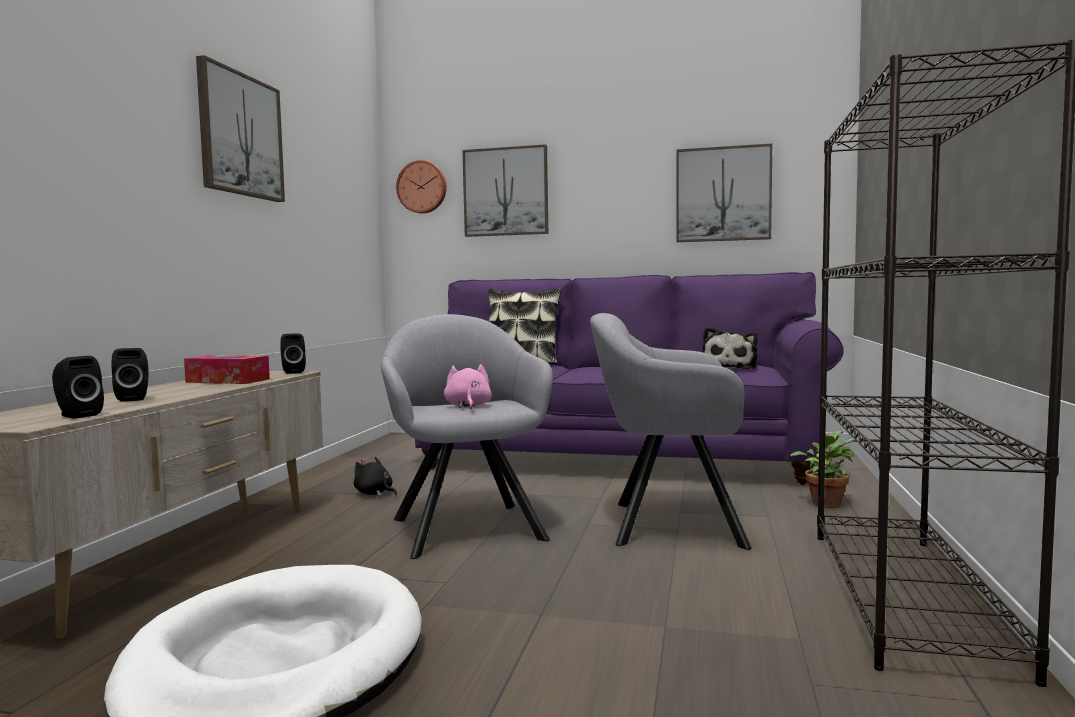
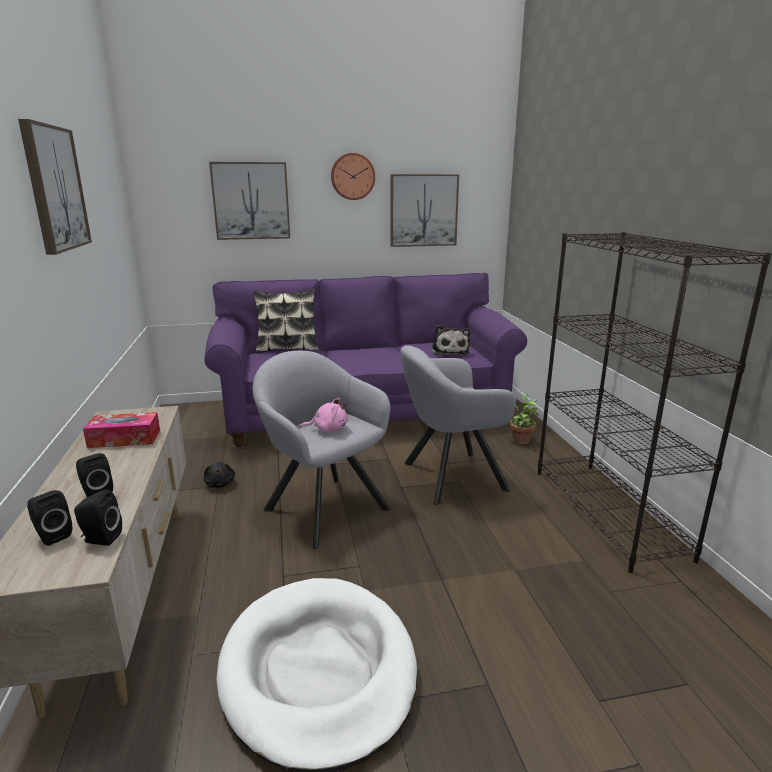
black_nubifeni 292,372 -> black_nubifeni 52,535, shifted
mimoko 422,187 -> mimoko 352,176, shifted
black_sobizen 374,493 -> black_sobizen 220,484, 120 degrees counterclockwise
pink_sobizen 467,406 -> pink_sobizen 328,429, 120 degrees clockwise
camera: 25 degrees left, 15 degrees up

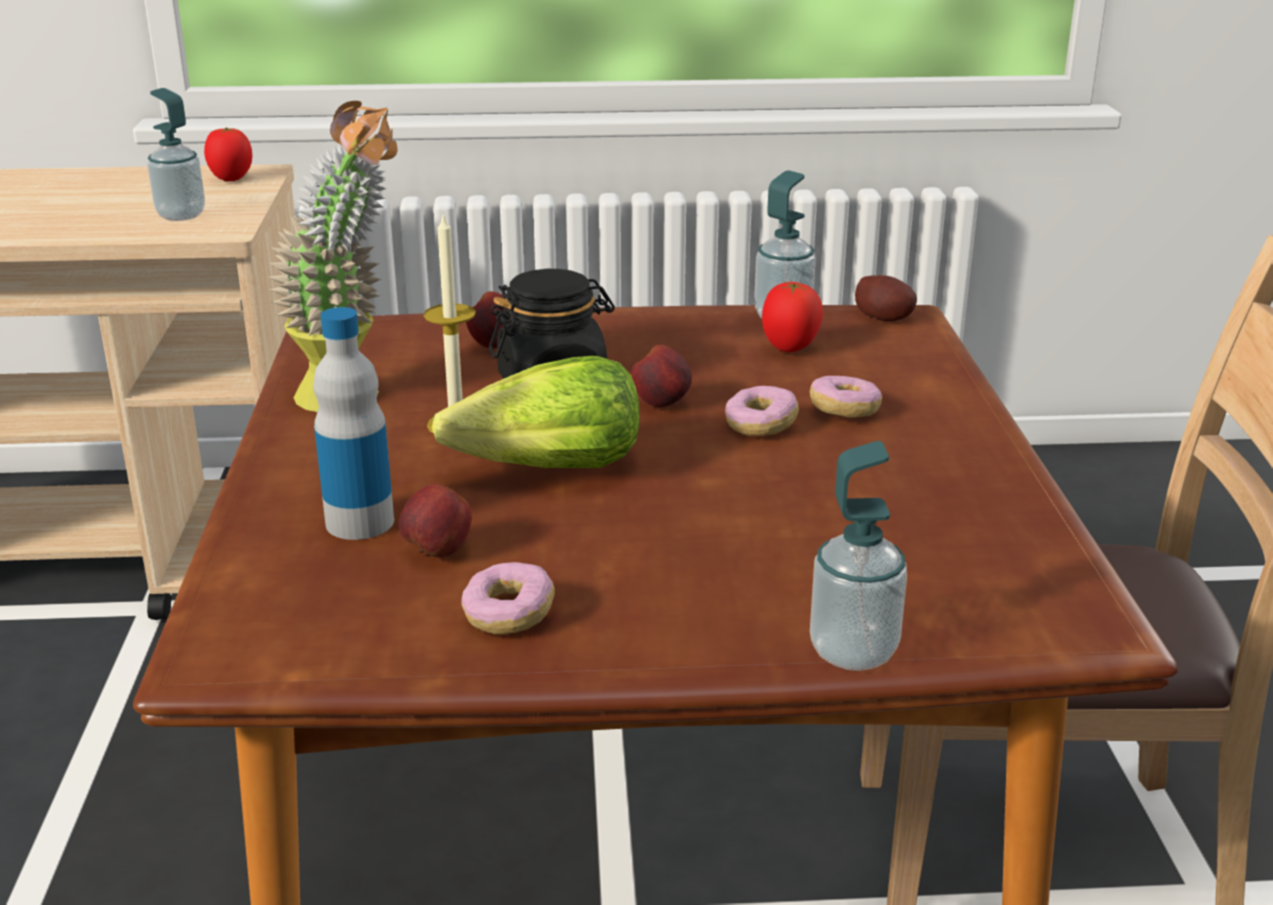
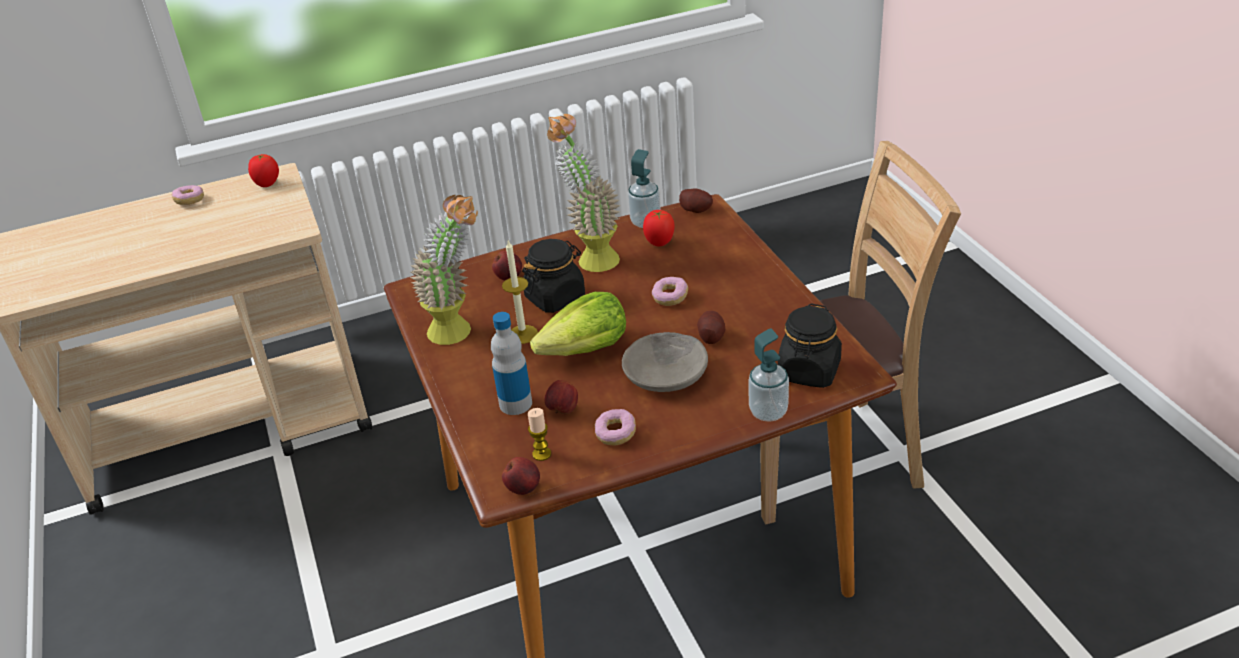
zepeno 181,215 -> none
none -> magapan 541,454
none -> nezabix 590,257
none -> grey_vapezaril 666,373
none -> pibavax 711,336
none -> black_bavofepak 809,371
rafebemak 662,404 -> rafebemak 523,488, shifted
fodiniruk 844,411 -> fodiniruk 190,201, shifted
camera: 15 degrees left, 10 degrees up

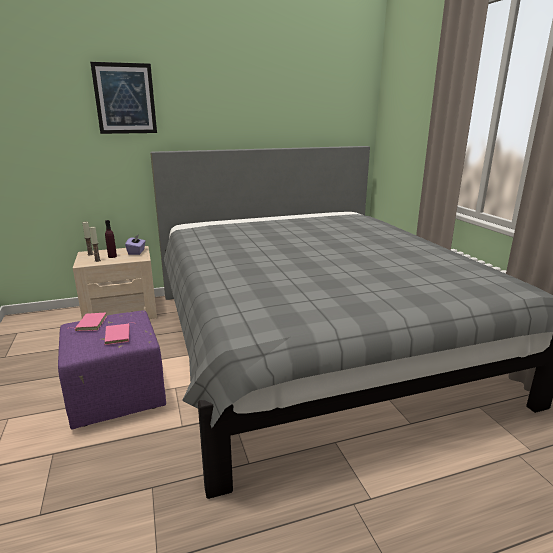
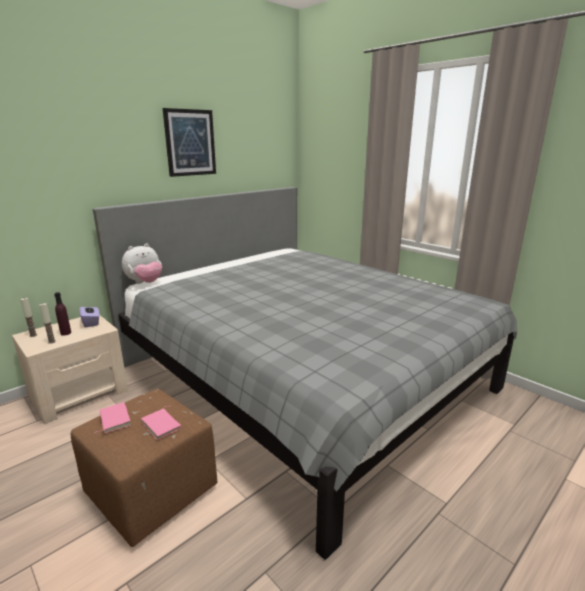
none -> sobizen 145,283
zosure 125,99 -> zosure 190,143, shifted
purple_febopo 118,397 -> brown_febopo 153,491
camera: 25 degrees left, 0 degrees up

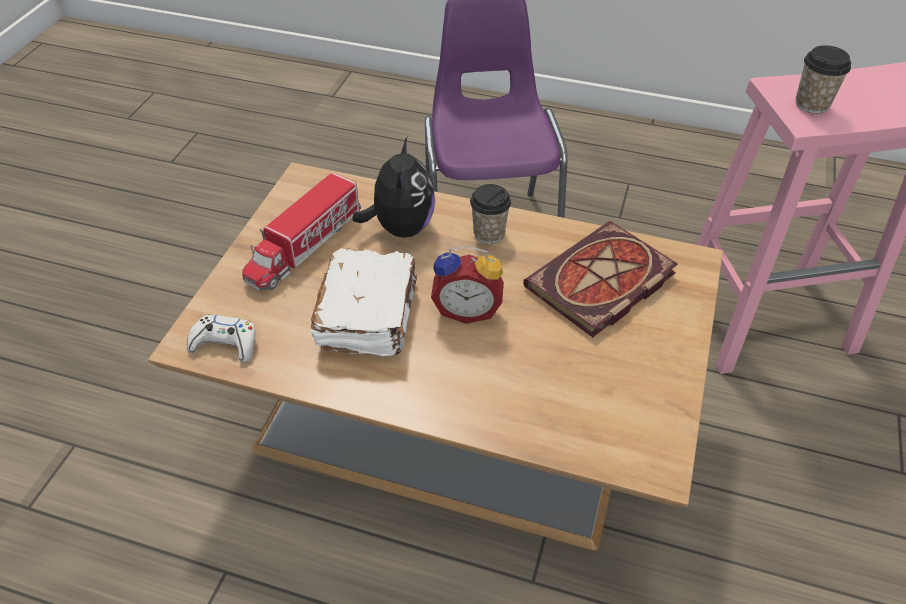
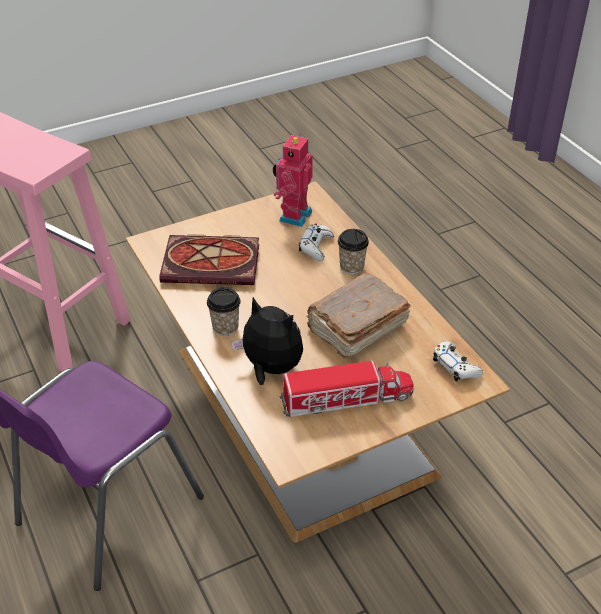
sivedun 467,309 -> none
none -> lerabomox 293,215
none -> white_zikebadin 316,246
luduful 812,104 -> luduful 351,267, shifted
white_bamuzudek 369,316 -> brown_bamuzudek 356,328
sobizen 401,227 -> sobizen 270,368, 75 degrees clockwise
camera: 135 degrees left, 5 degrees down

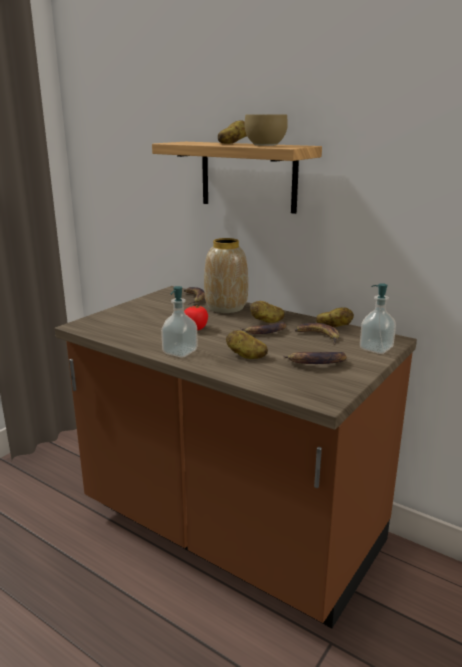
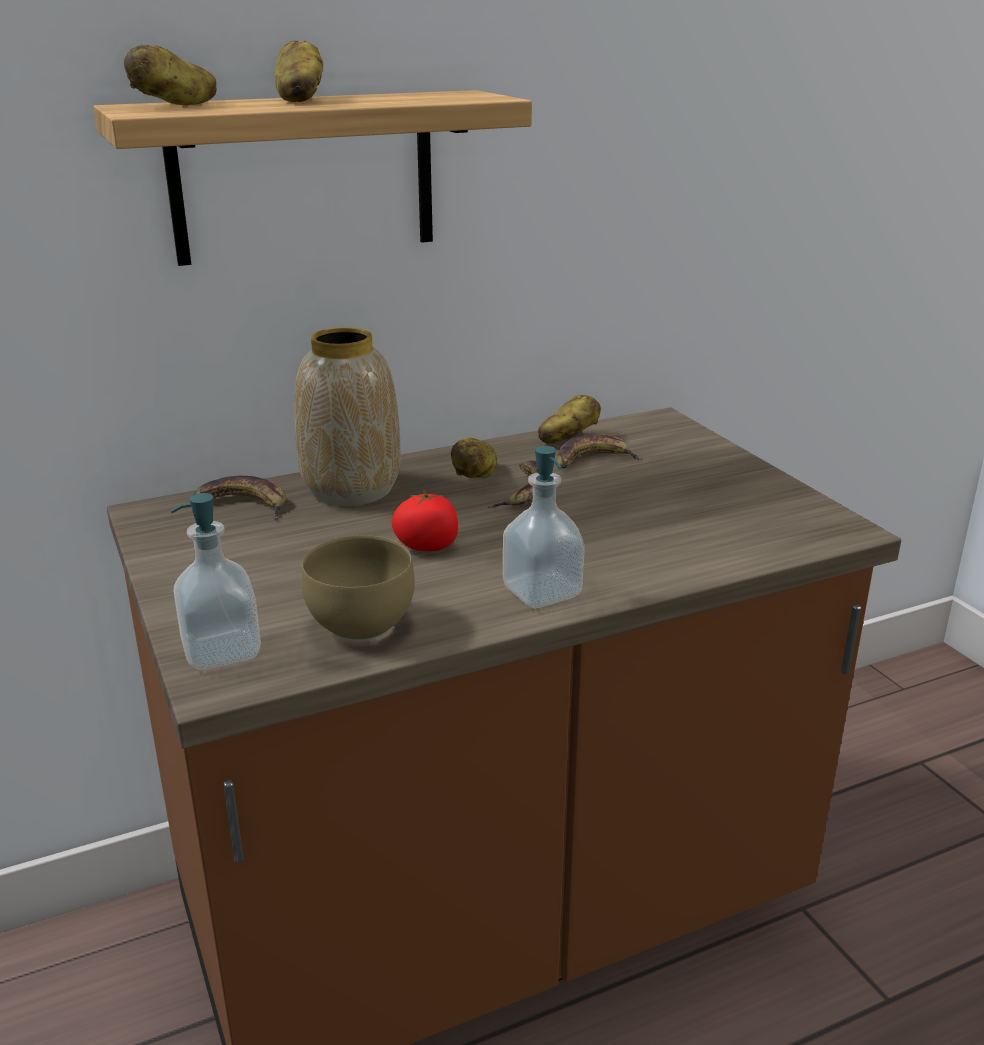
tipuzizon 315,363 -> none
pibavax 246,356 -> pibavax 175,105, shifted
brown_vapezaril 266,145 -> brown_vapezaril 365,625, shifted
zepeno 376,348 -> zepeno 221,651, shifted
camera: 60 degrees left, 5 degrees up

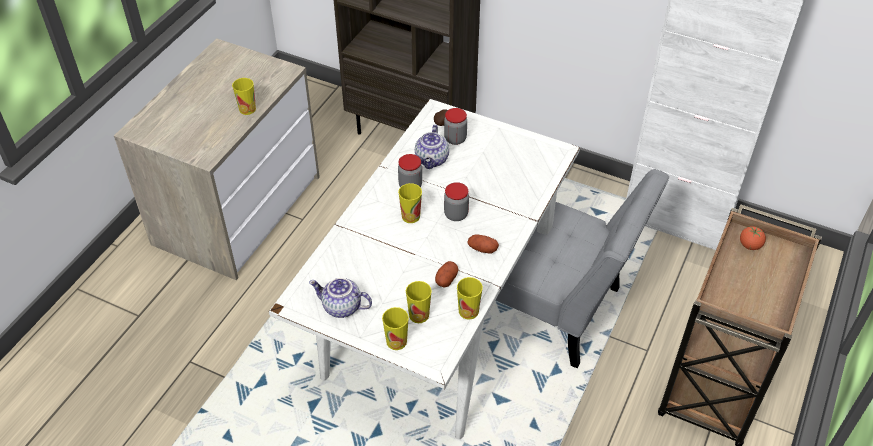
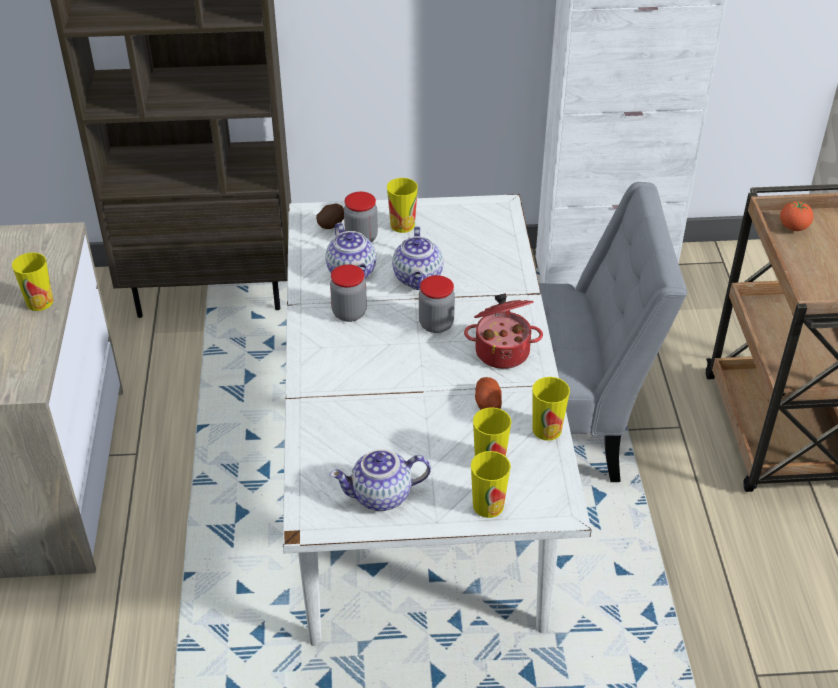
none -> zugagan 418,279
luduful 410,216 -> luduful 402,225, shifted
pibavax 482,249 -> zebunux 502,350
camera: 30 degrees left, 5 degrees down

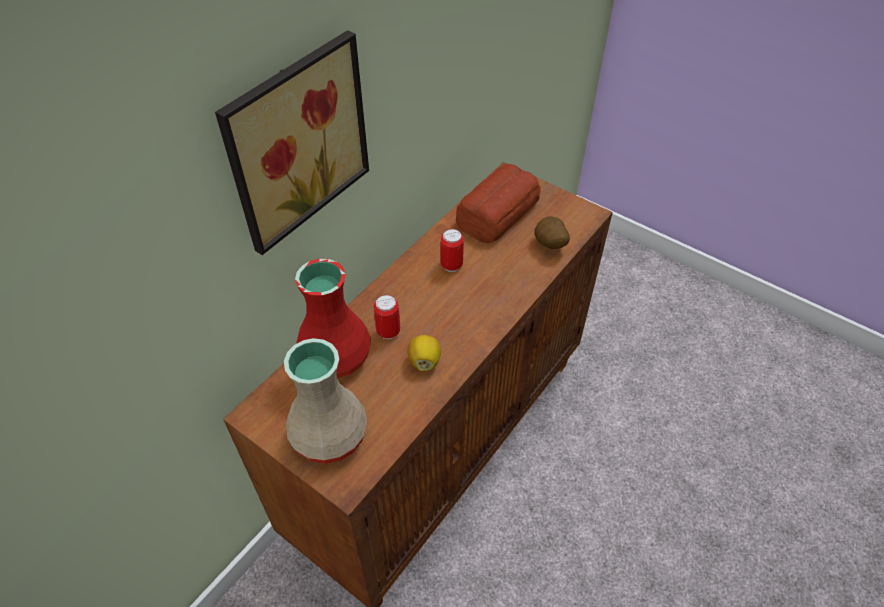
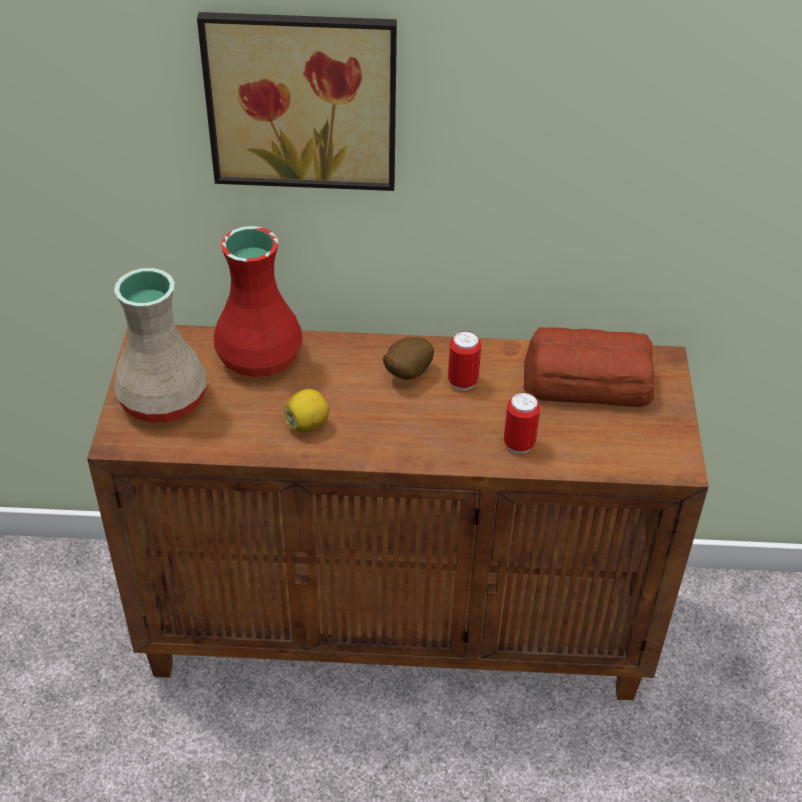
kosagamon 388,331 -> kosagamon 519,444, shifted
pibavax 549,245 -> pibavax 406,374, shifted
camera: 55 degrees right, 5 degrees down

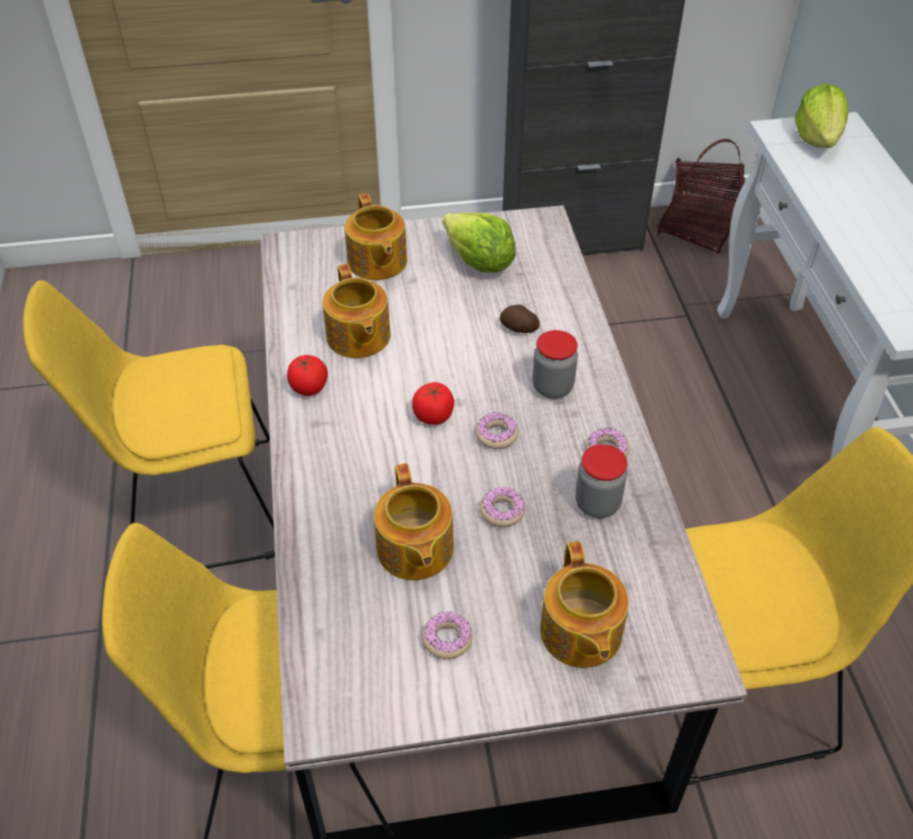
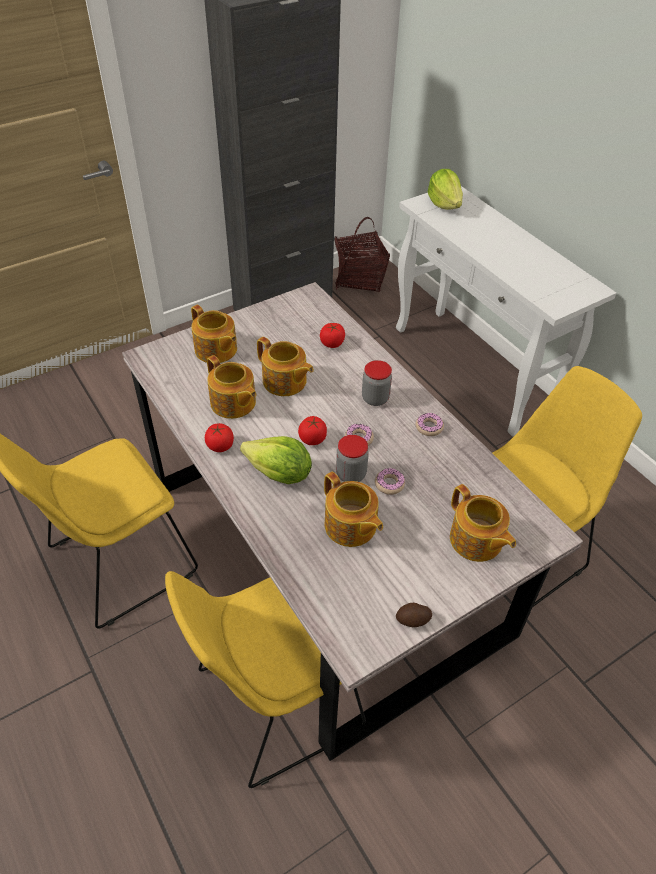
fodiniruk 447,639 -> none
none -> zugagan 285,382
none -> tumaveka 332,343
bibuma 479,263 -> bibuma 279,474, shifted
pibavax 518,328 -> pibavax 413,620, shifted
bavofepak 597,503 -> bavofepak 351,474, shifted
camera: 25 degrees left, 0 degrees up

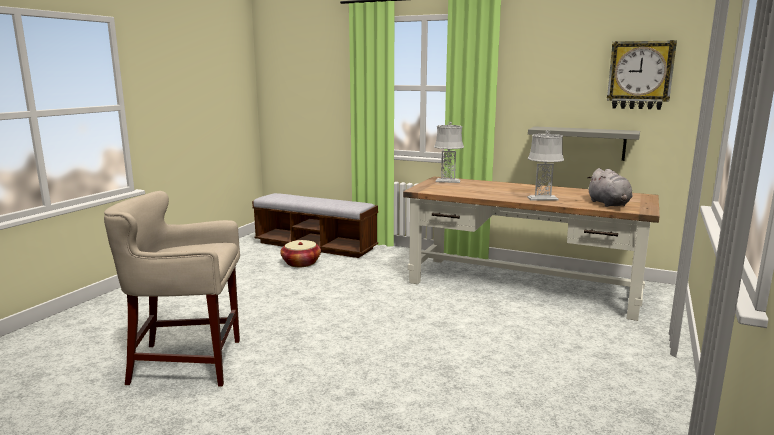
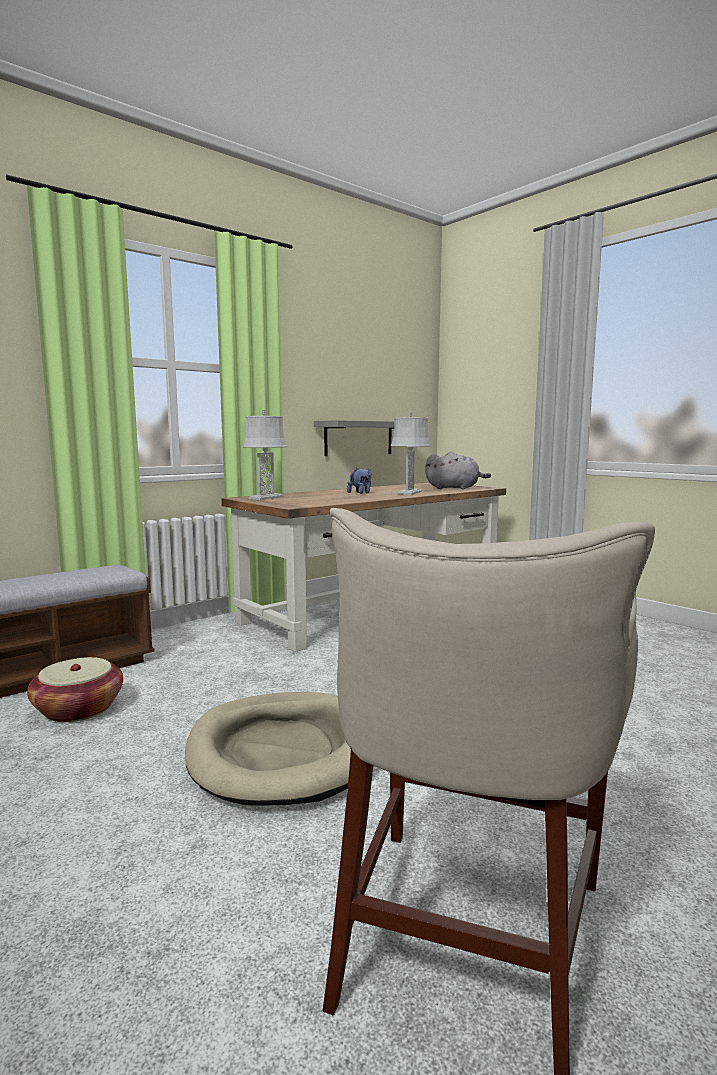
mimoko 640,75 -> none
none -> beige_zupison 282,752
none -> sobizen 360,493
camera: 65 degrees left, 5 degrees down

